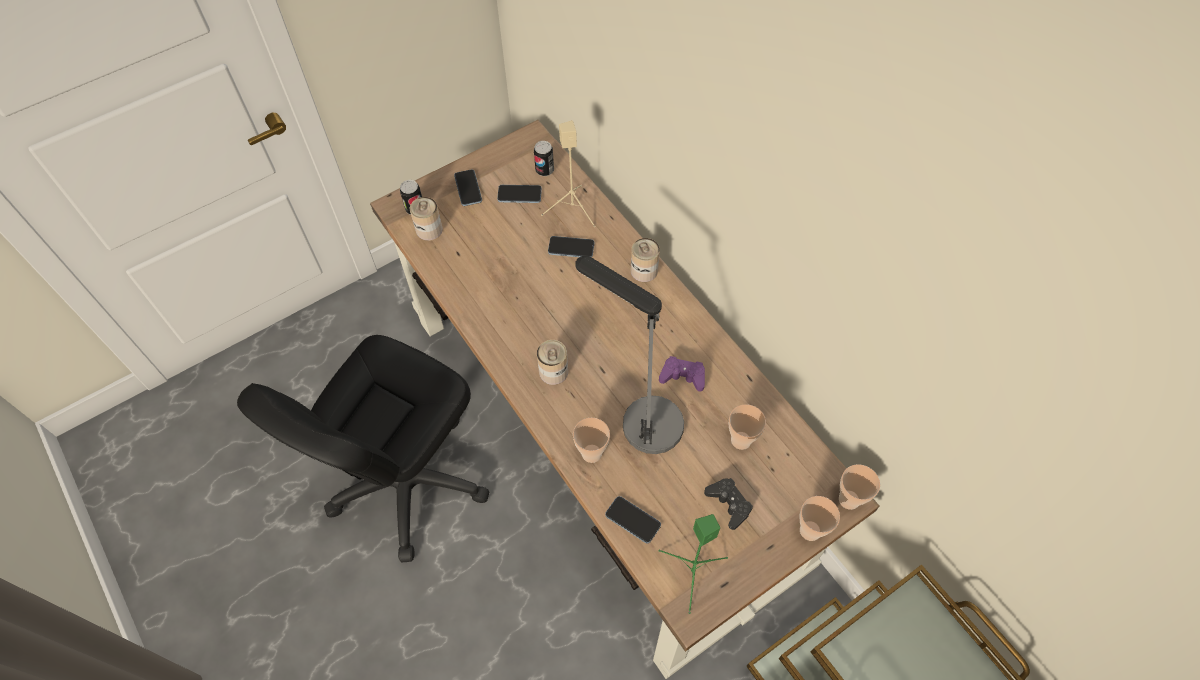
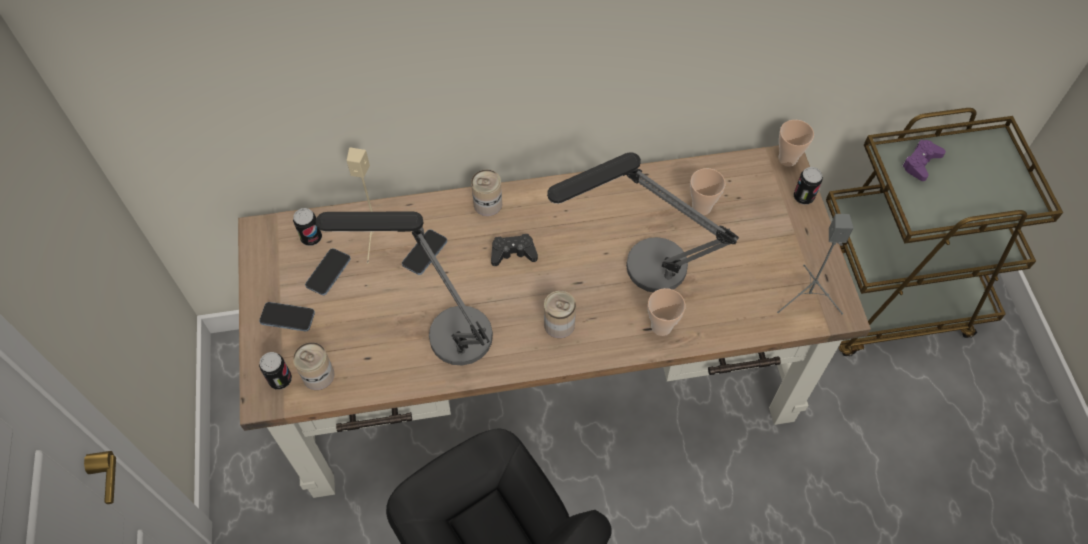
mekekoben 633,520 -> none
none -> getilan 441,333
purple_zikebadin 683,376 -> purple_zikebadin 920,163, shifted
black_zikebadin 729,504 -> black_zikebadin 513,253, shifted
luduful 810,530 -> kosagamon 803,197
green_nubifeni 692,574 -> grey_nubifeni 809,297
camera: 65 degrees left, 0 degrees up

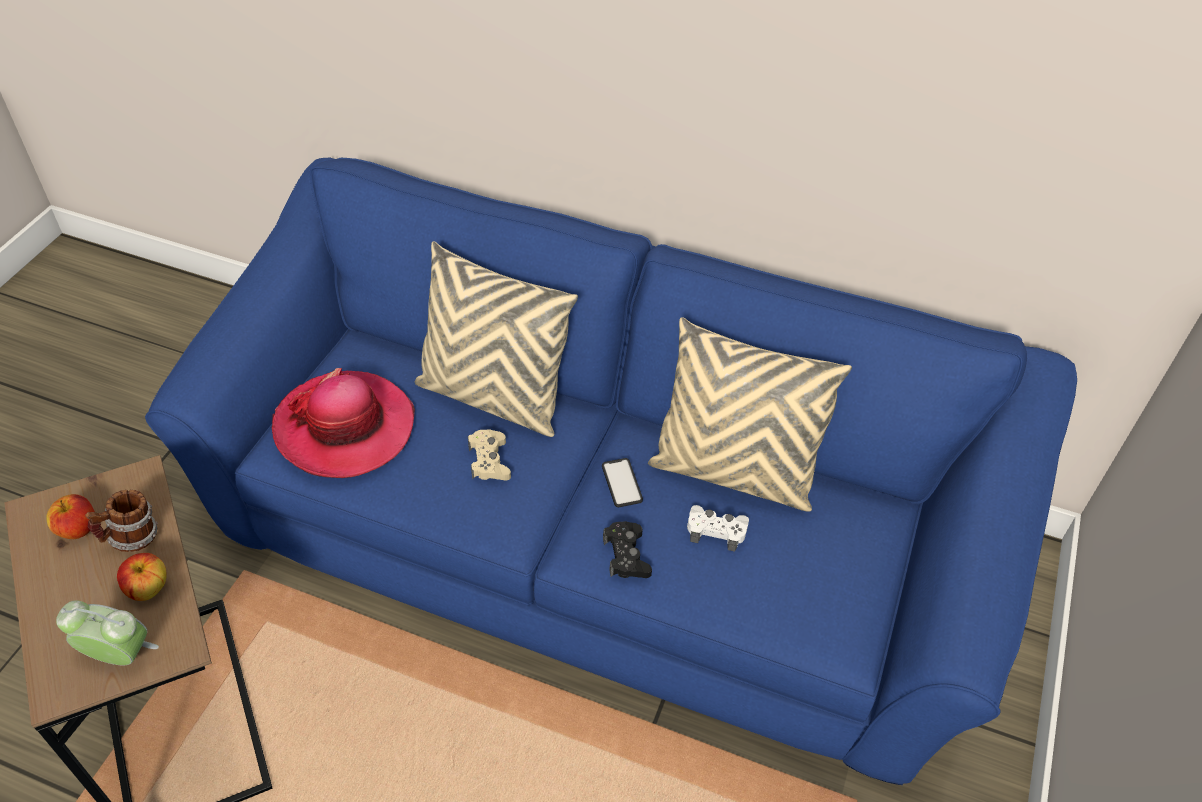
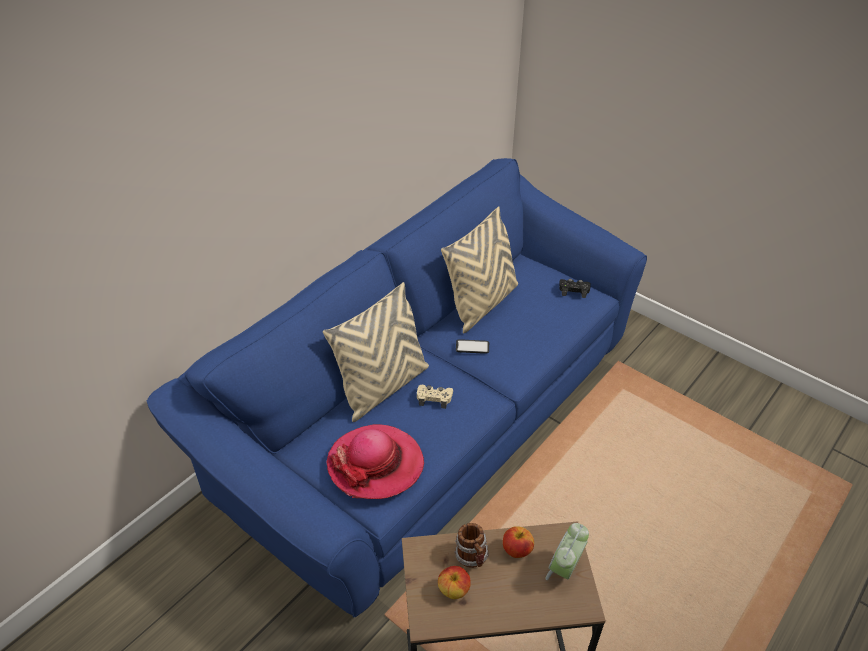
white_zikebadin 716,531 -> none
black_zikebadin 626,556 -> black_zikebadin 574,290, shifted
camera: 70 degrees left, 5 degrees down

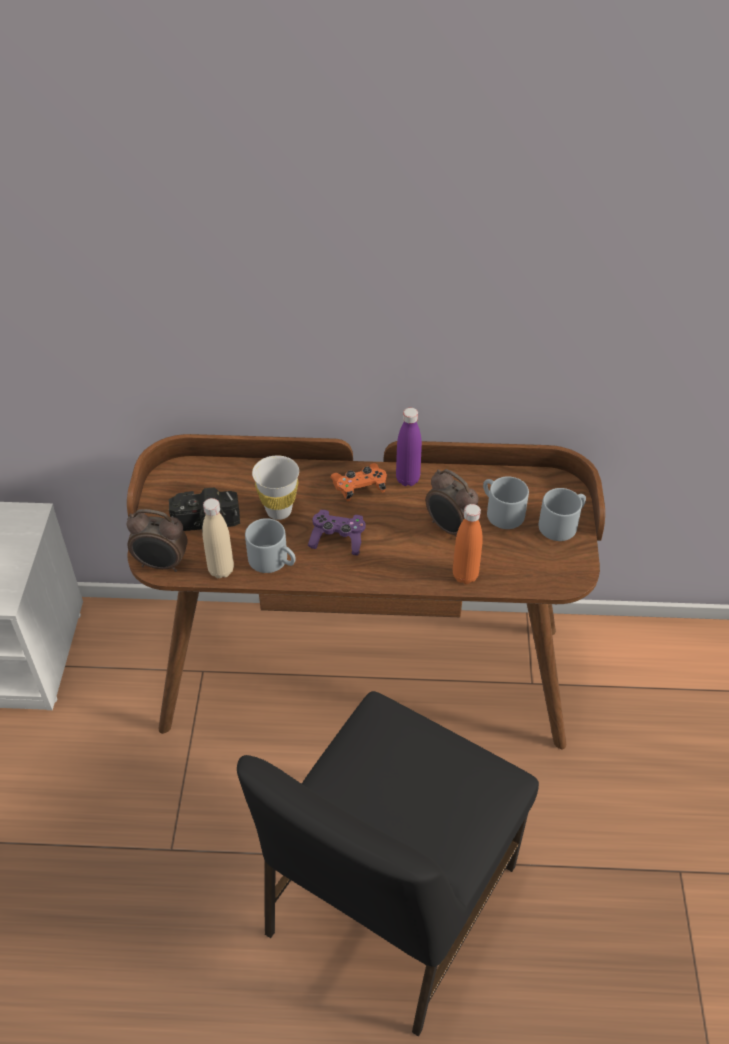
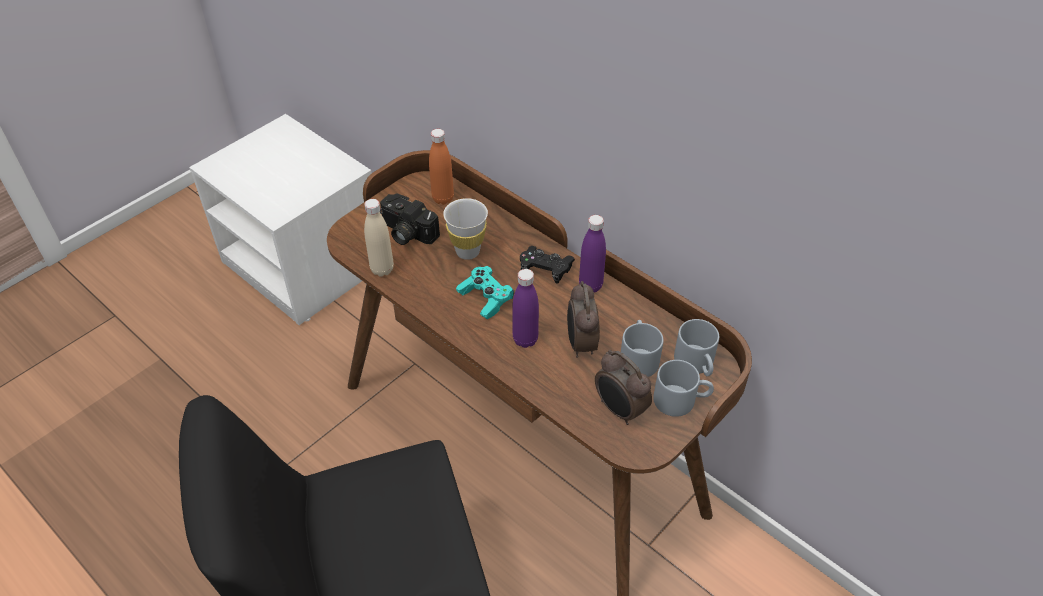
none -> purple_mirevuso 525,339
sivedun 162,564 -> sivedun 619,410, shifted
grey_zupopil 274,560 -> grey_zupopil 697,364, shifted
orange_mirevuso 465,576 -> orange_mirevuso 443,198, shifted
purple_zikebadin 337,539 -> turquoise_zikebadin 486,298
orange_zikebadin 359,488 -> black_zikebadin 545,270
camera: 40 degrees right, 0 degrees up

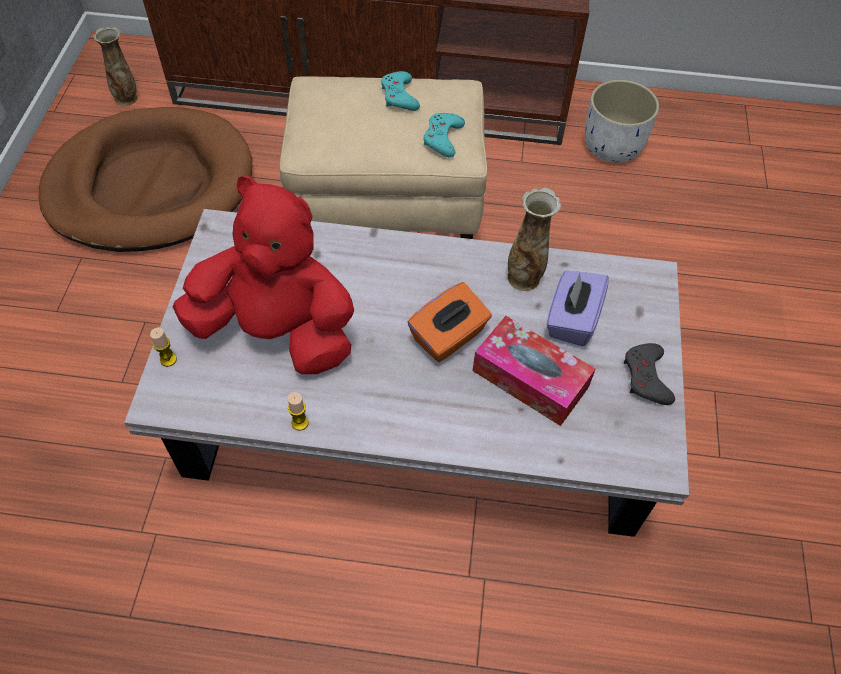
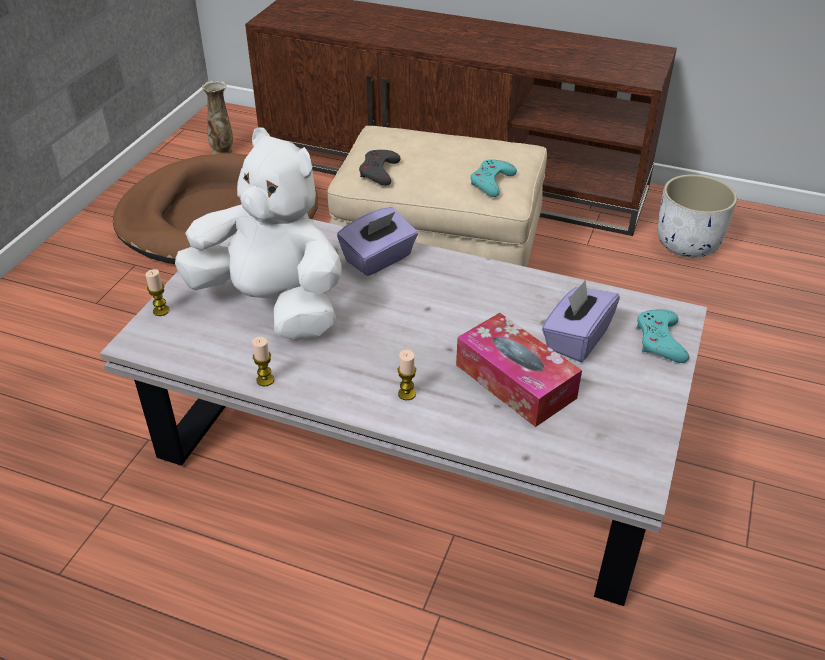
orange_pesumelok 449,337 -> none
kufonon 524,277 -> none
none -> purple_pesumelok 379,259
none -> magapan 407,394
turquoise_zikebadin 399,96 -> turquoise_zikebadin 660,340, shifted
grey_zikebadin 646,377 -> grey_zikebadin 379,172, shifted
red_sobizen 278,332 -> white_sobizen 272,304
camera: 15 degrees right, 15 degrees down

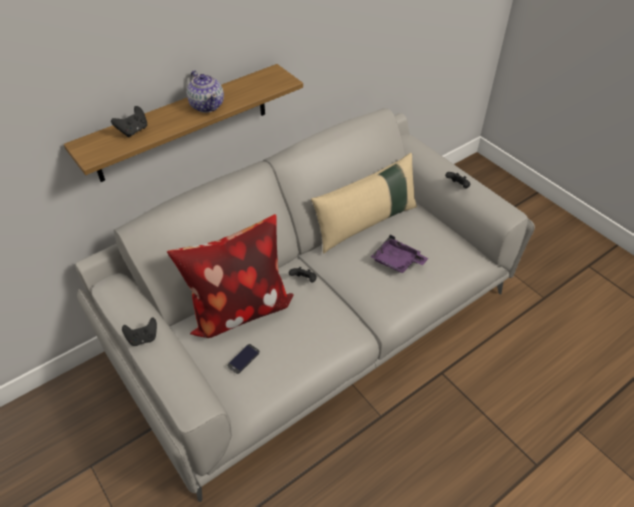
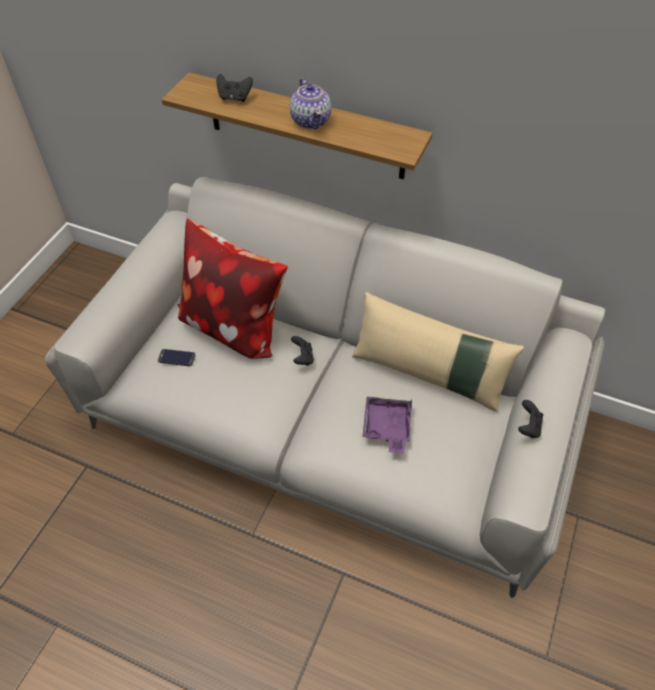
black_zikebadin 143,338 -> none
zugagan 207,105 -> zugagan 311,120, 45 degrees counterclockwise
camera: 60 degrees right, 5 degrees up

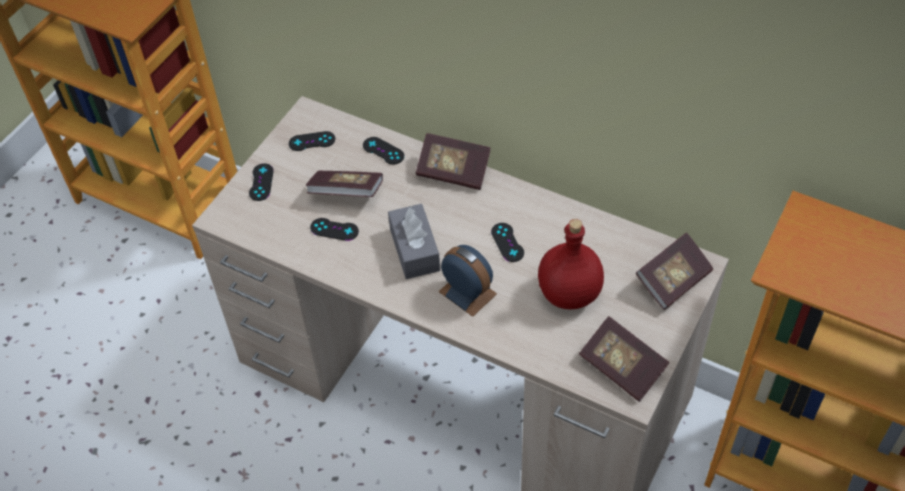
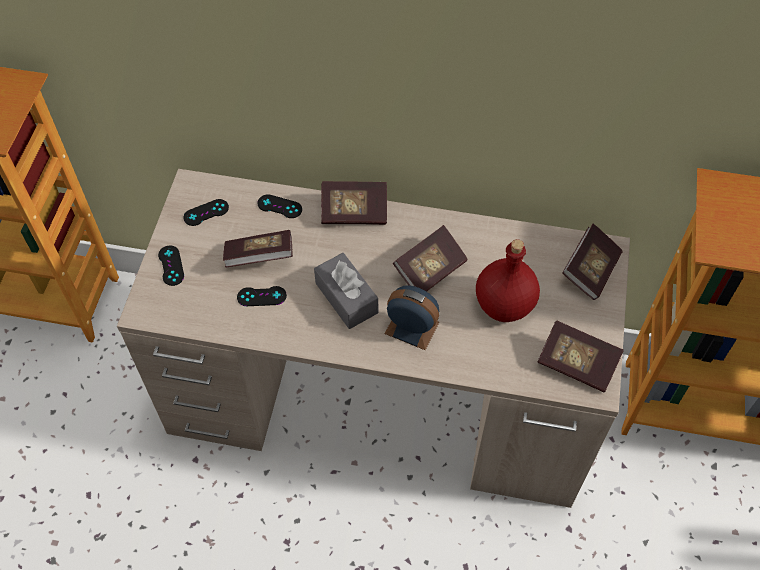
black_zikebadin 507,242 -> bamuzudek 430,270
camera: 20 degrees left, 5 degrees up

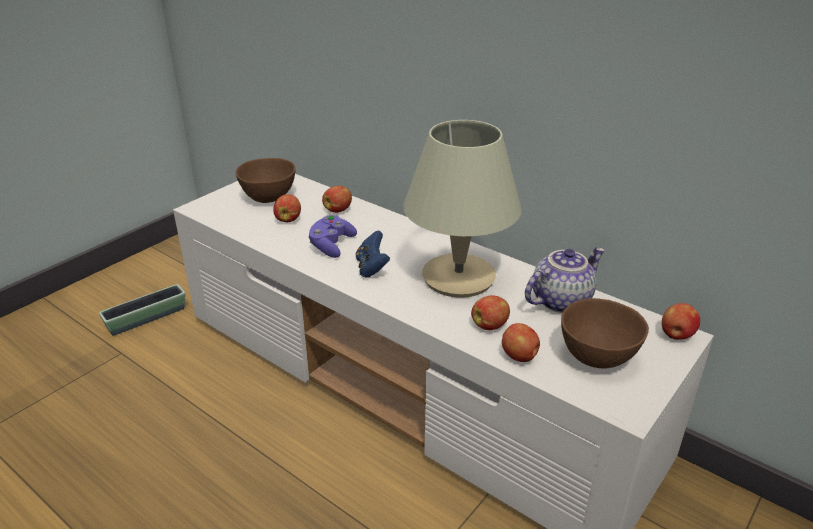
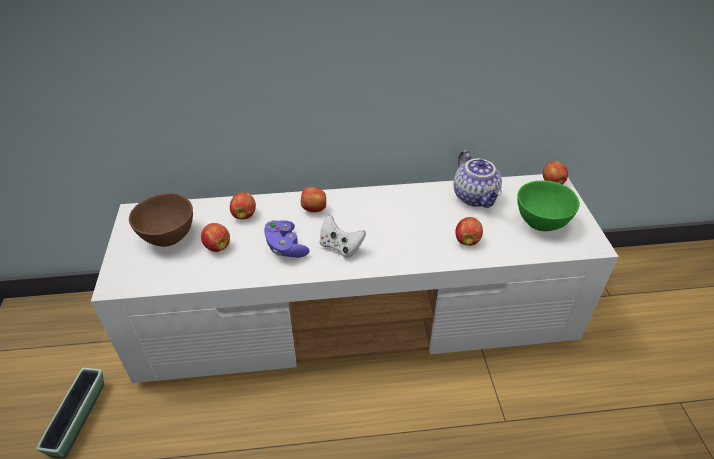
beige_getilan 459,278 -> none
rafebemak 519,357 -> rafebemak 314,209, shifted
blue_zikebadin 371,268 -> white_zikebadin 340,247
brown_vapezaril 599,357 -> green_vapezaril 541,222
zugagan 560,300 -> zugagan 476,197, 150 degrees clockwise
camera: 45 degrees left, 10 degrees up

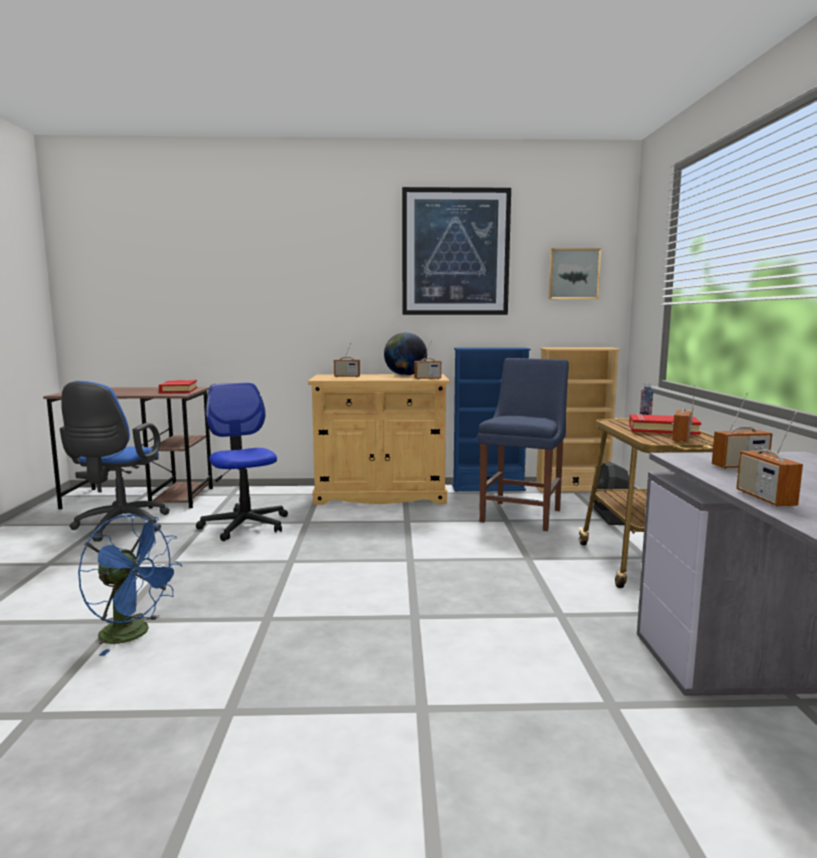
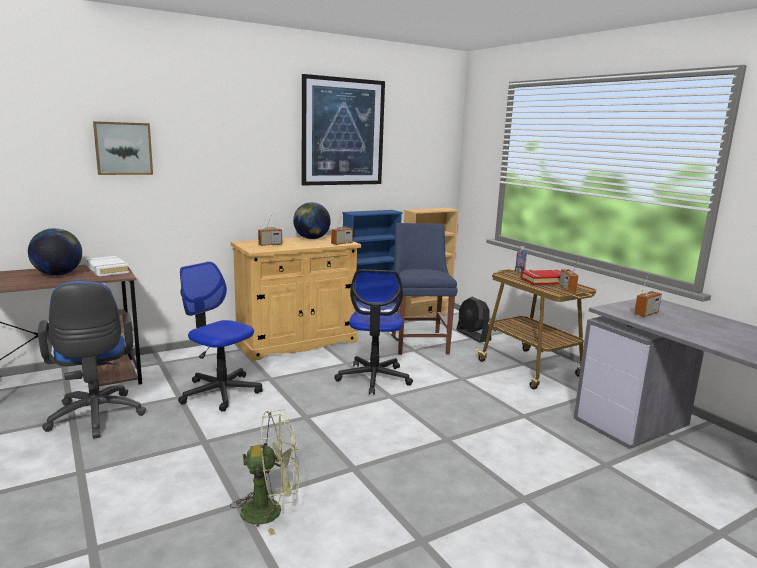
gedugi 765,498 -> none
none -> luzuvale 58,274
none -> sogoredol 374,378
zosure 573,274 -> zosure 123,148, shifted
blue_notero 134,634 -> green_notero 271,510
red_bamuzudek 178,390 -> white_bamuzudek 107,270
camera: 30 degrees left, 5 degrees up

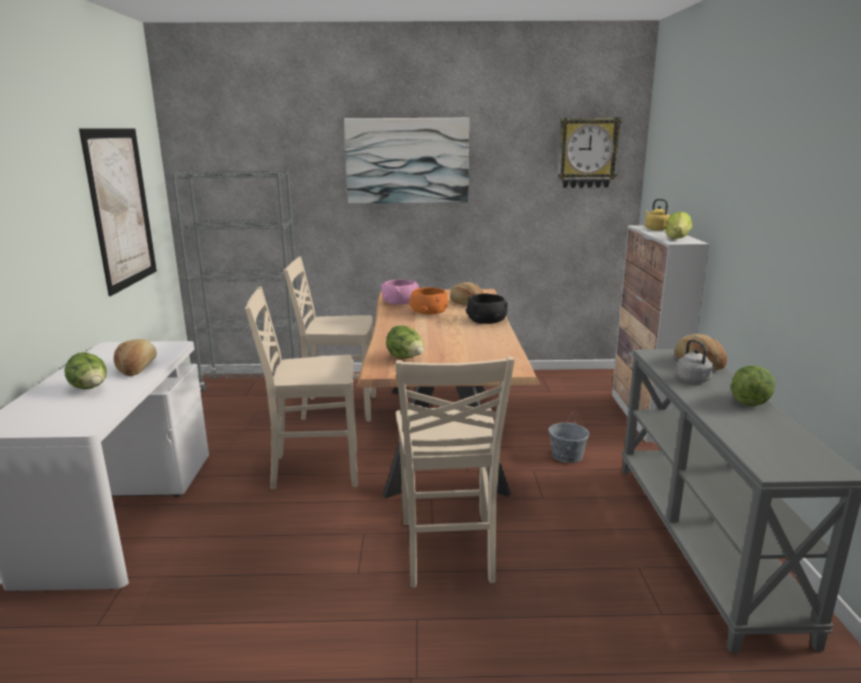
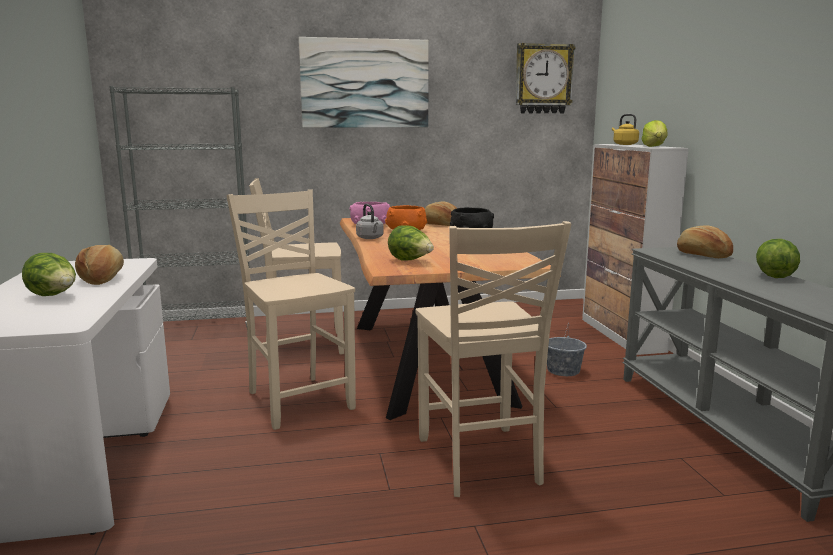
zosure 121,208 -> none
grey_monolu 694,380 -> grey_monolu 370,238, shifted
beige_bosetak 313,470 -> beige_bosetak 298,400, 75 degrees clockwise
camera: 10 degrees left, 5 degrees down

